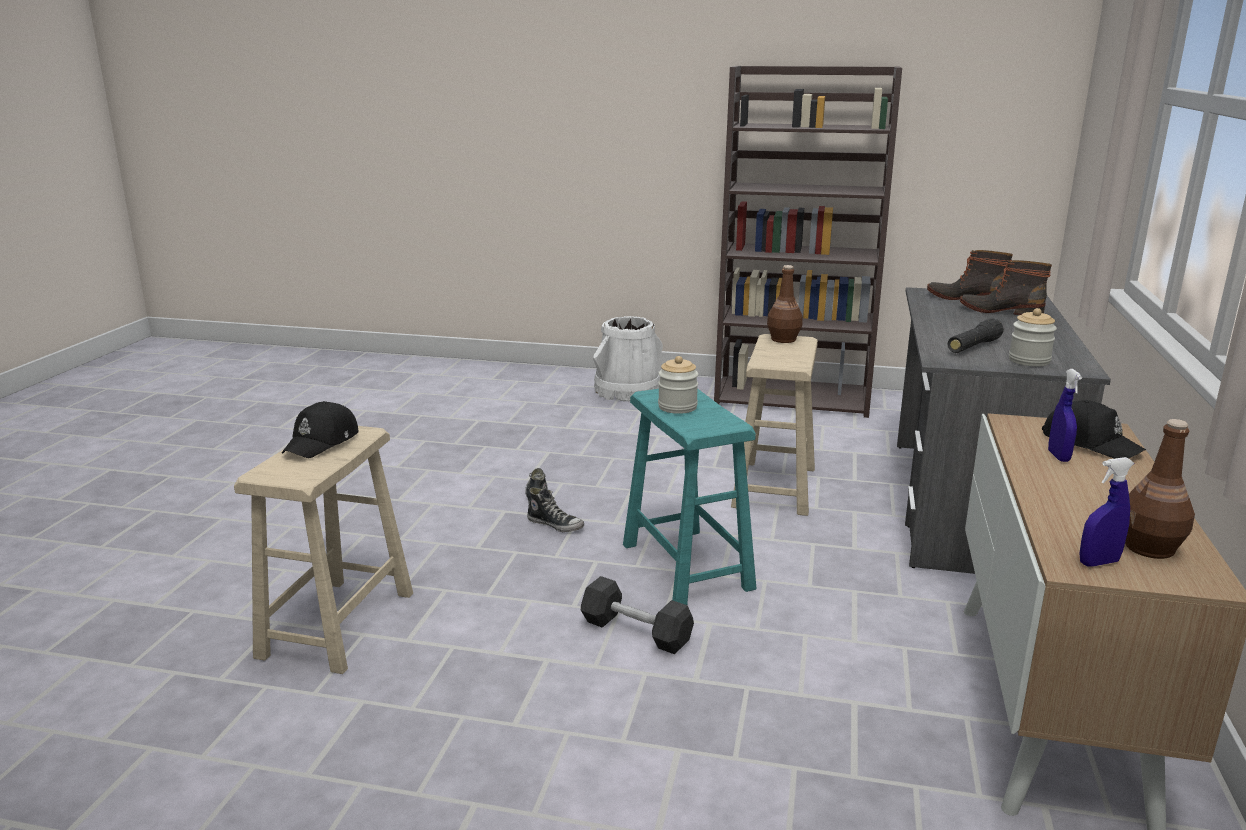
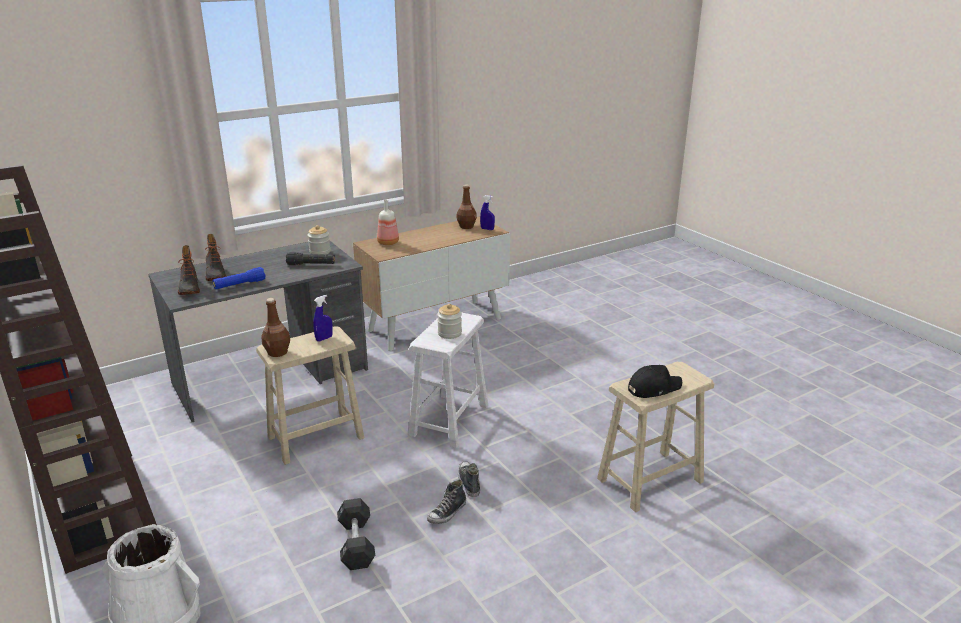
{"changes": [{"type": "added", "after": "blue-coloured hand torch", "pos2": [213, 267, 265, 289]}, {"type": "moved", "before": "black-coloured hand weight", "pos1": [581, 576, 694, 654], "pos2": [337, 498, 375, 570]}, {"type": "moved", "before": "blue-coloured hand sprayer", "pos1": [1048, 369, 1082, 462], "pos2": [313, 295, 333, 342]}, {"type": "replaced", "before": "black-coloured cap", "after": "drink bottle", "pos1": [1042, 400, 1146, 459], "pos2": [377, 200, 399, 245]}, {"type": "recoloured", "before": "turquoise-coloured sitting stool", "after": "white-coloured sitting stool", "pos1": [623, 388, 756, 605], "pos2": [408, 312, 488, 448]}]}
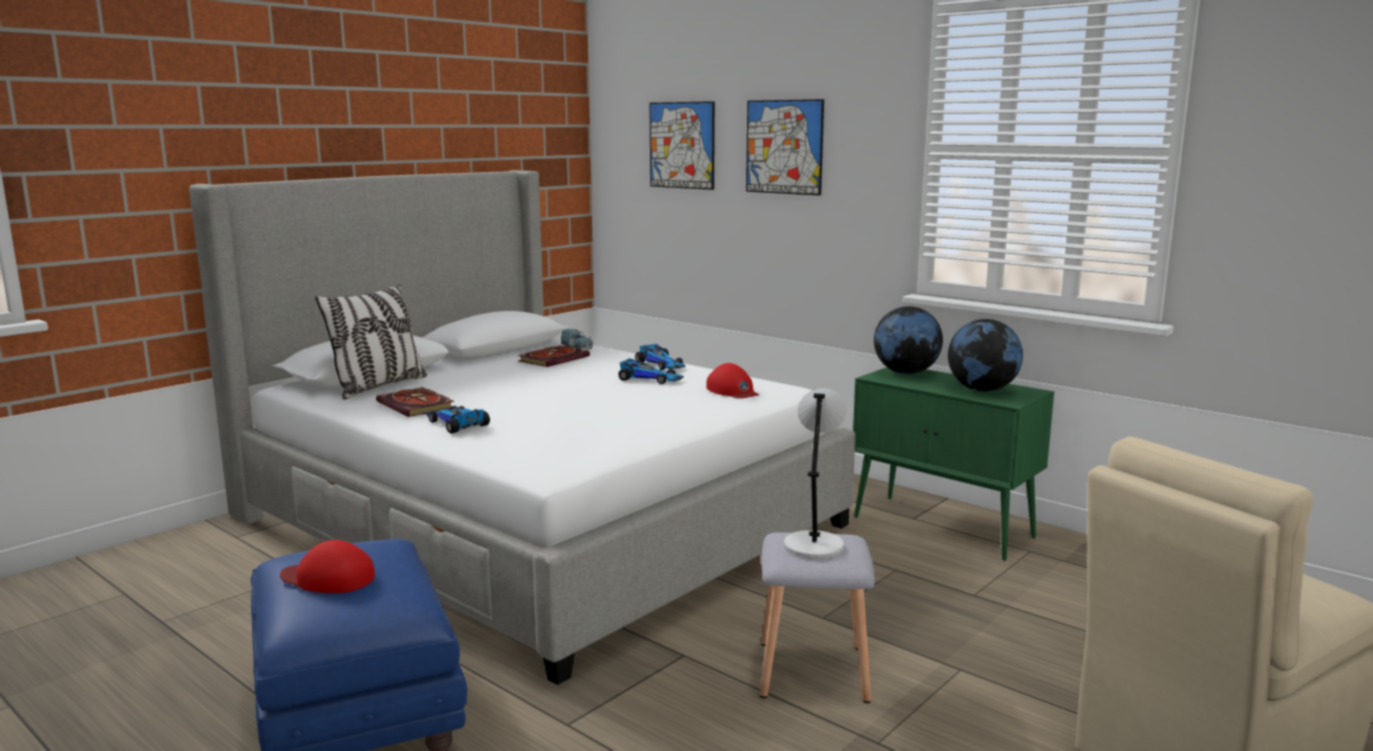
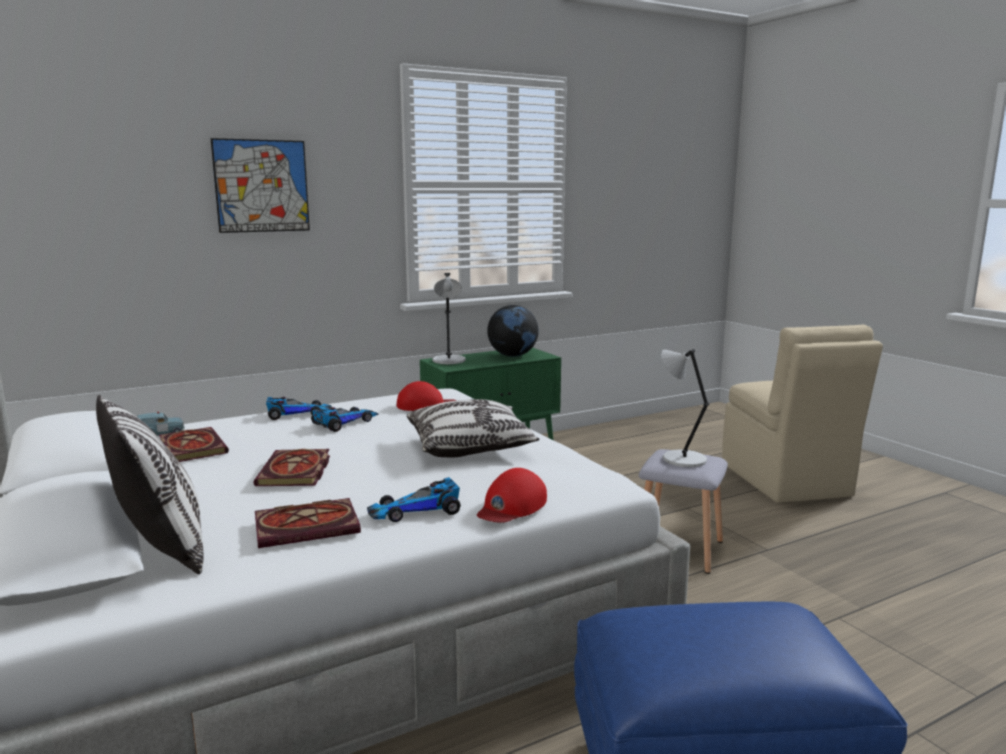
{"changes": [{"type": "removed", "before": "picture", "pos1": [649, 101, 715, 190]}, {"type": "added", "after": "volume", "pos2": [253, 449, 330, 486]}, {"type": "added", "after": "pillow", "pos2": [407, 399, 539, 458]}, {"type": "moved", "before": "red-coloured cap", "pos1": [280, 540, 375, 593], "pos2": [477, 468, 547, 523]}, {"type": "replaced", "before": "world globe", "after": "greyish tabletop lamp", "pos1": [874, 306, 943, 374], "pos2": [432, 273, 466, 364]}]}
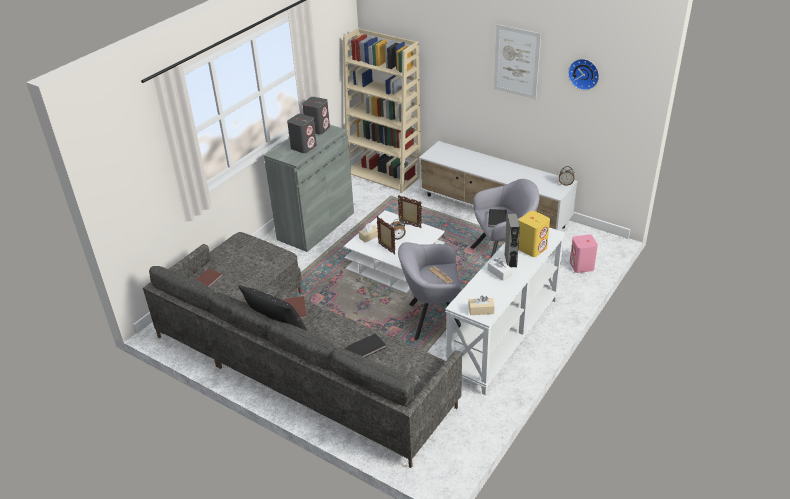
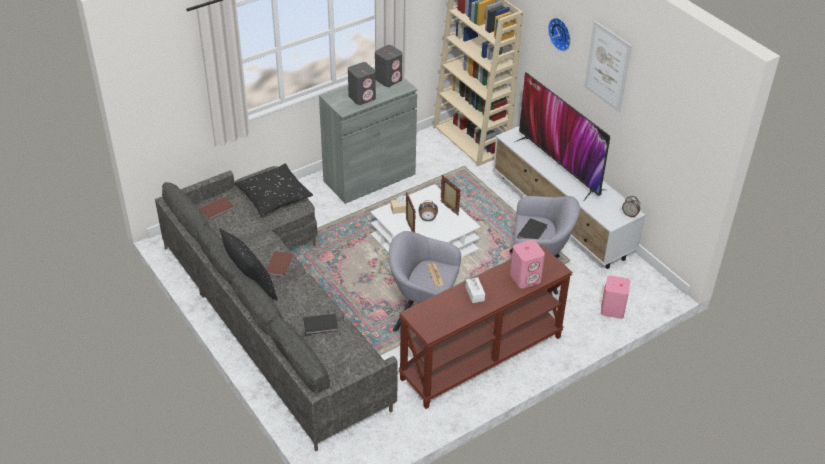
{"changes": [{"type": "removed", "before": "beige tissue holder", "pos1": [469, 295, 495, 315]}, {"type": "removed", "before": "greyish speaker", "pos1": [504, 213, 520, 268]}, {"type": "added", "after": "black-coloured pillow", "pos2": [234, 163, 313, 216]}, {"type": "added", "after": "television", "pos2": [513, 72, 610, 201]}, {"type": "moved", "before": "hanging clock", "pos1": [568, 59, 599, 90], "pos2": [548, 18, 571, 51]}, {"type": "recoloured", "before": "white-coloured console table", "after": "brown-coloured console table", "pos1": [445, 227, 565, 395], "pos2": [398, 244, 572, 409]}, {"type": "recoloured", "before": "yellowish speaker", "after": "pinkish speaker", "pos1": [518, 211, 550, 257], "pos2": [510, 240, 545, 289]}]}
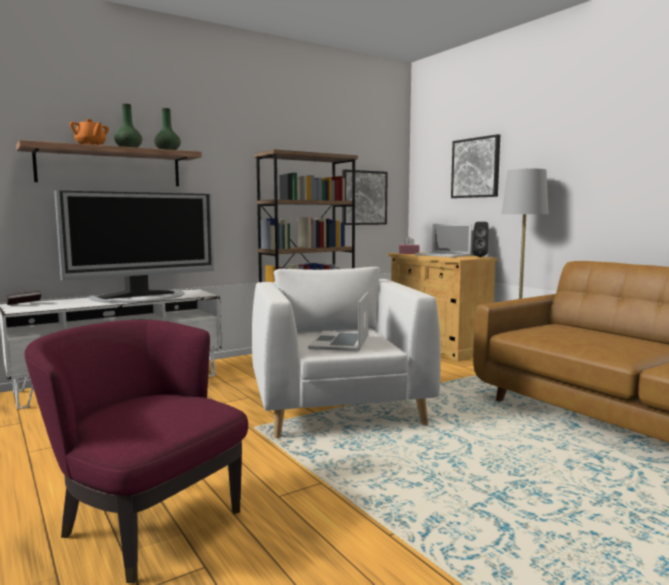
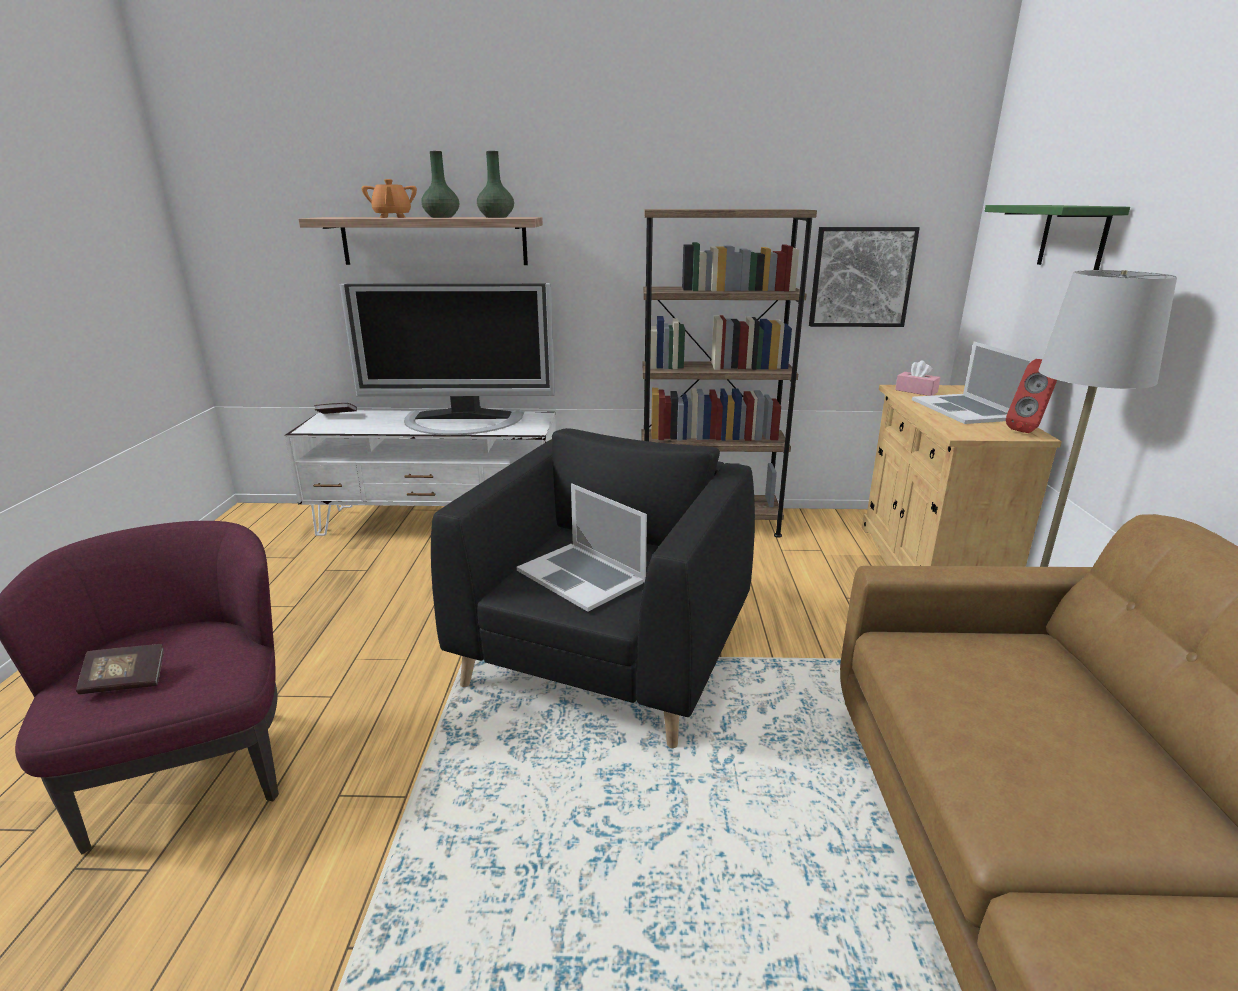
{"changes": [{"type": "added", "after": "volume", "pos2": [76, 644, 164, 694]}, {"type": "replaced", "before": "picture", "after": "greenish wall shelf", "pos1": [451, 134, 500, 198], "pos2": [985, 205, 1130, 270]}, {"type": "recoloured", "before": "white-coloured lounge chair", "after": "black-coloured lounge chair", "pos1": [252, 267, 441, 438], "pos2": [431, 428, 755, 748]}, {"type": "recoloured", "before": "black-coloured speaker", "after": "red-coloured speaker", "pos1": [472, 222, 489, 257], "pos2": [1006, 359, 1057, 433]}, {"type": "turned", "before": "notebook computer", "pos1": [308, 292, 369, 351], "pos2": [517, 483, 647, 612], "turn": -90}]}
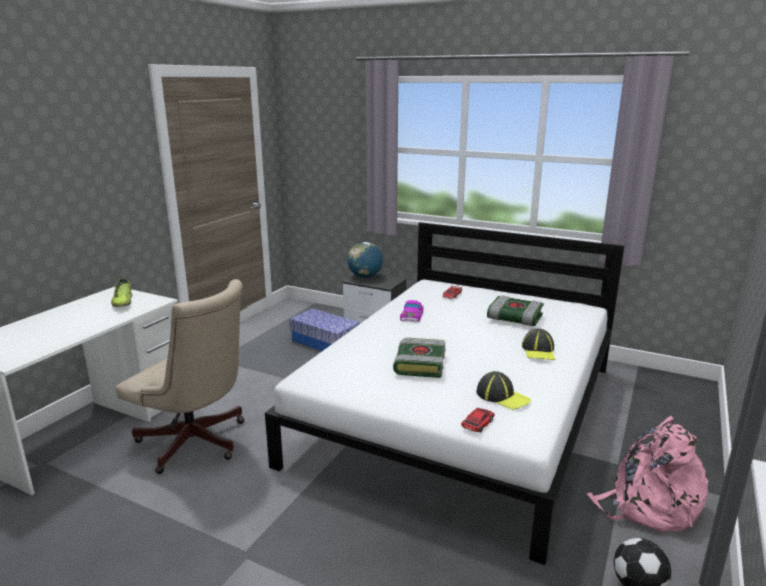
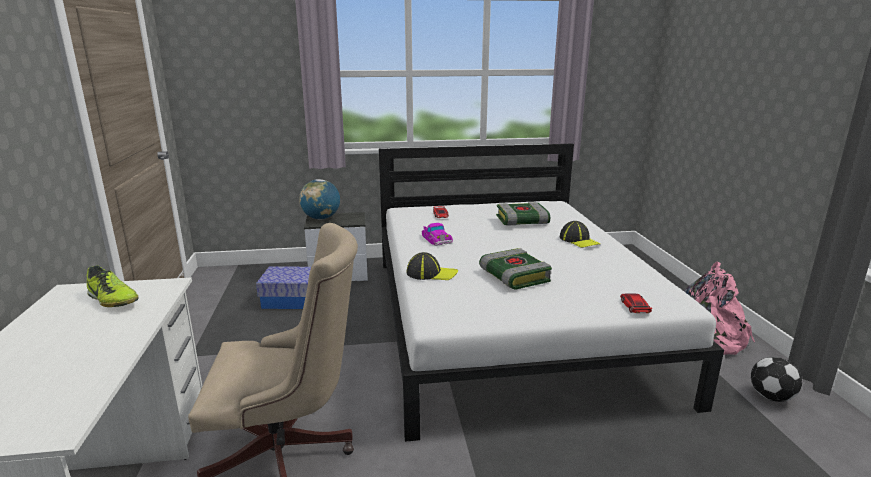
{"changes": [{"type": "moved", "before": "cap", "pos1": [476, 371, 531, 410], "pos2": [406, 252, 458, 280]}]}
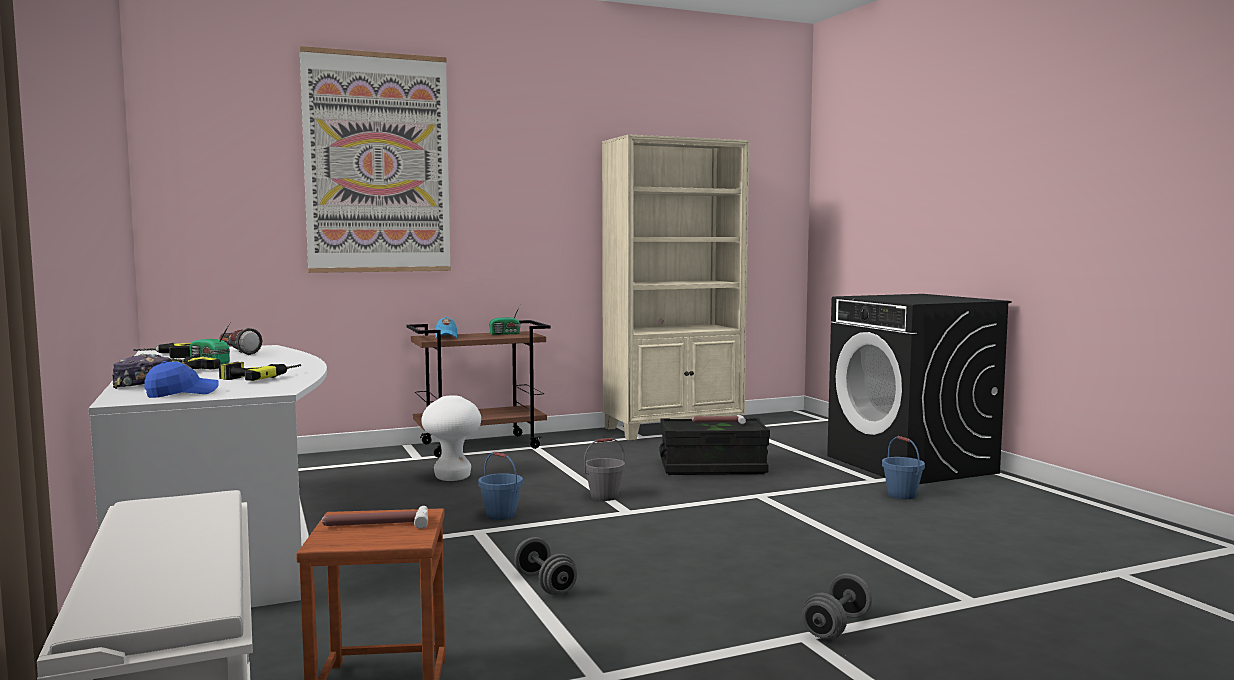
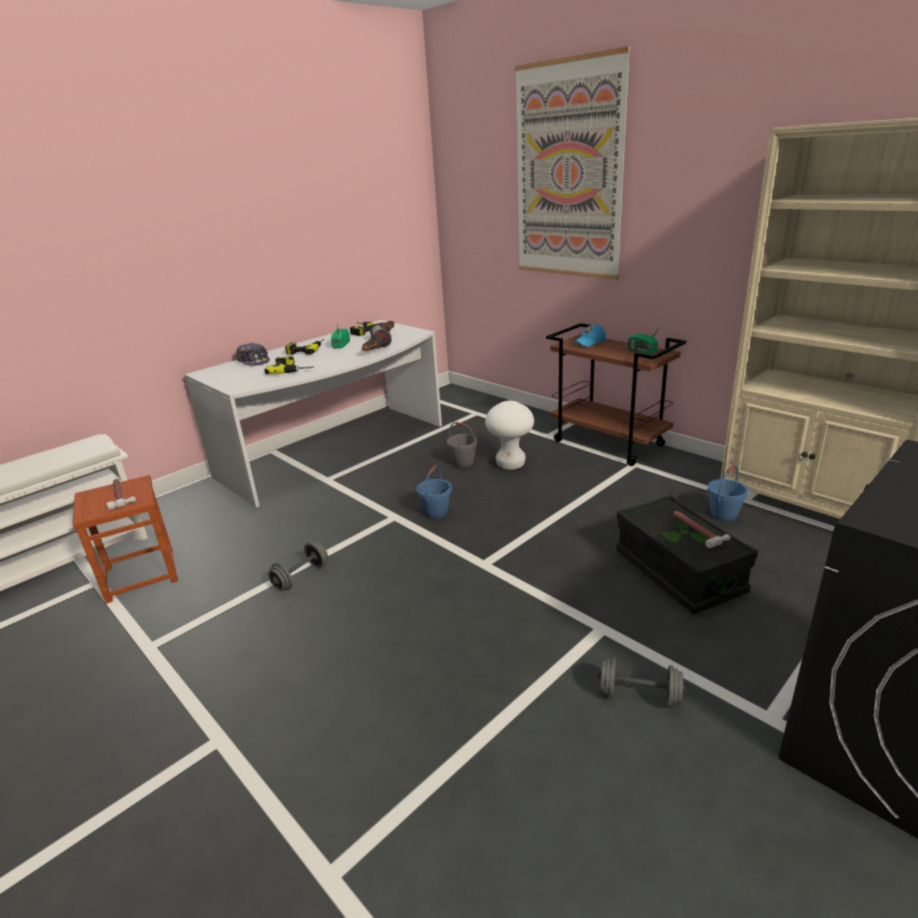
{"changes": [{"type": "removed", "before": "blue-coloured cap", "pos1": [144, 361, 219, 398]}, {"type": "added", "after": "hand torch", "pos2": [362, 329, 392, 351]}, {"type": "moved", "before": "greyish pail", "pos1": [584, 438, 625, 501], "pos2": [447, 422, 478, 468]}, {"type": "moved", "before": "greyish hand weight", "pos1": [802, 573, 872, 639], "pos2": [598, 657, 686, 708]}, {"type": "moved", "before": "blue-coloured pail", "pos1": [882, 436, 925, 499], "pos2": [707, 465, 748, 522]}]}
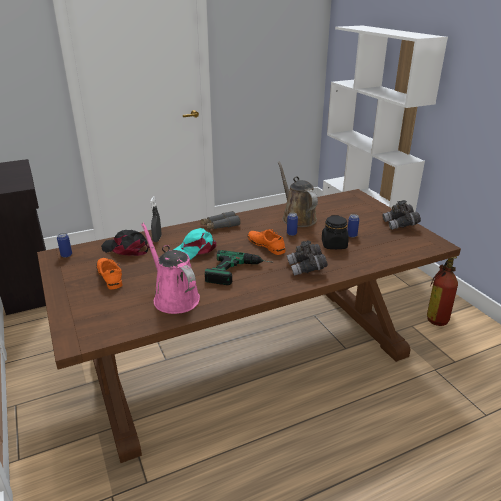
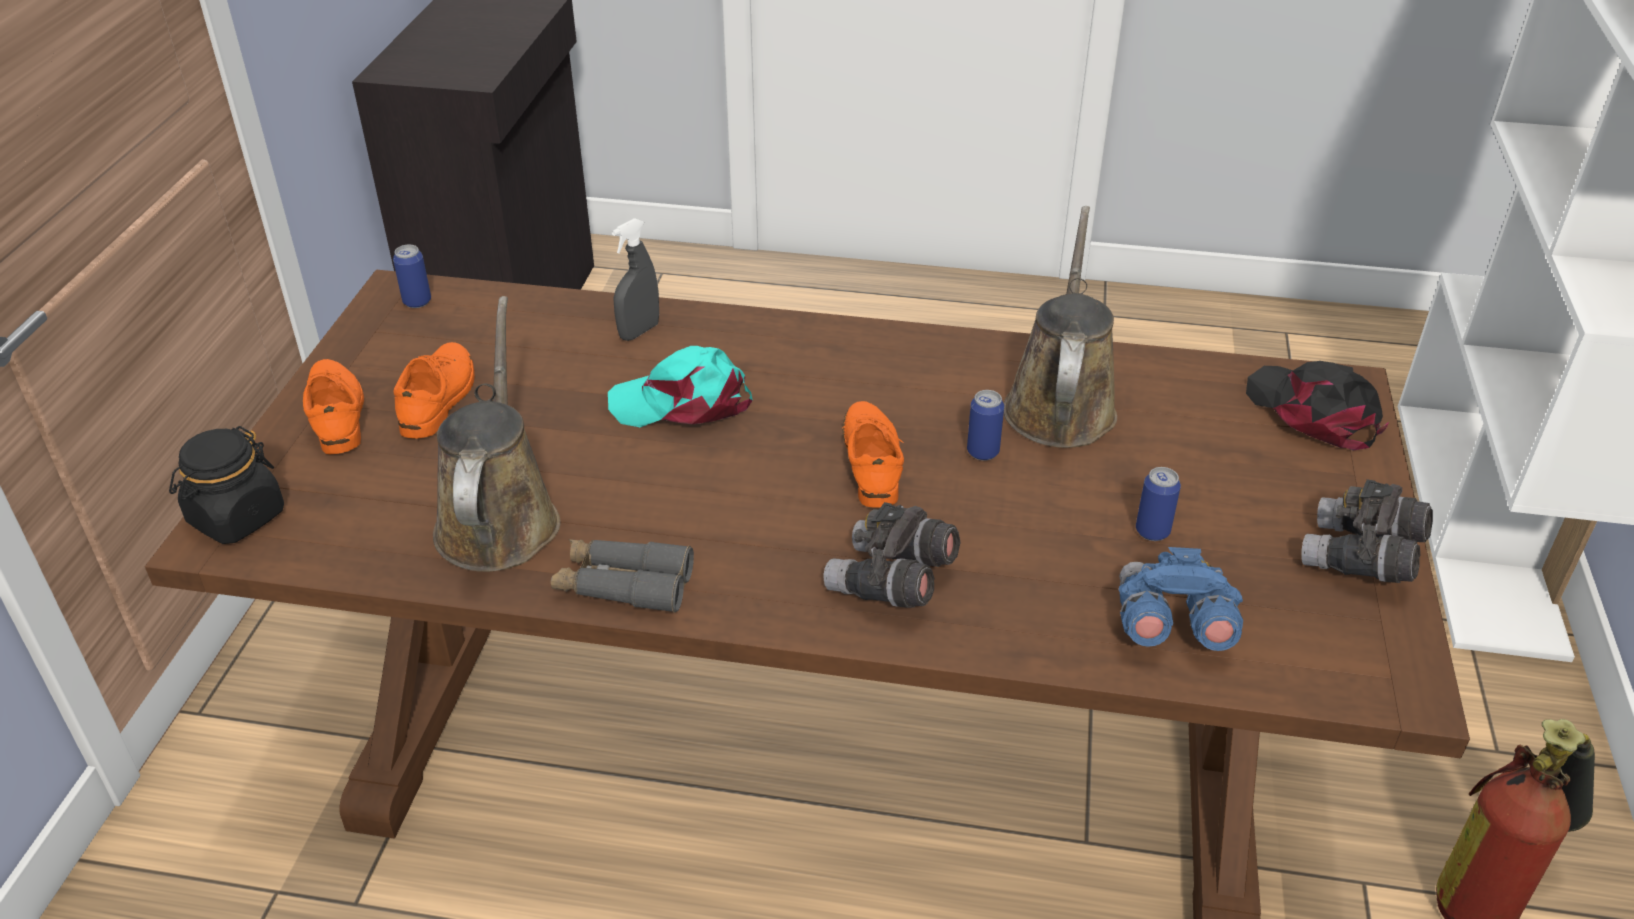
{"changes": [{"type": "removed", "before": "electric drill", "pos1": [205, 250, 273, 285]}, {"type": "added", "after": "orange-coloured low shoe", "pos2": [303, 359, 364, 454]}, {"type": "added", "after": "blue-coloured field glasses", "pos2": [1119, 547, 1243, 651]}, {"type": "moved", "before": "black-coloured cap", "pos1": [101, 230, 150, 256], "pos2": [1246, 361, 1389, 451]}, {"type": "moved", "before": "greyish field glasses", "pos1": [201, 211, 241, 230], "pos2": [551, 539, 694, 613]}, {"type": "moved", "before": "black-coloured preserve jar", "pos1": [322, 215, 349, 249], "pos2": [169, 426, 284, 544]}, {"type": "recoloured", "before": "pinkish watering pot", "after": "brown-coloured watering pot", "pos1": [141, 223, 200, 314], "pos2": [433, 296, 561, 572]}]}
